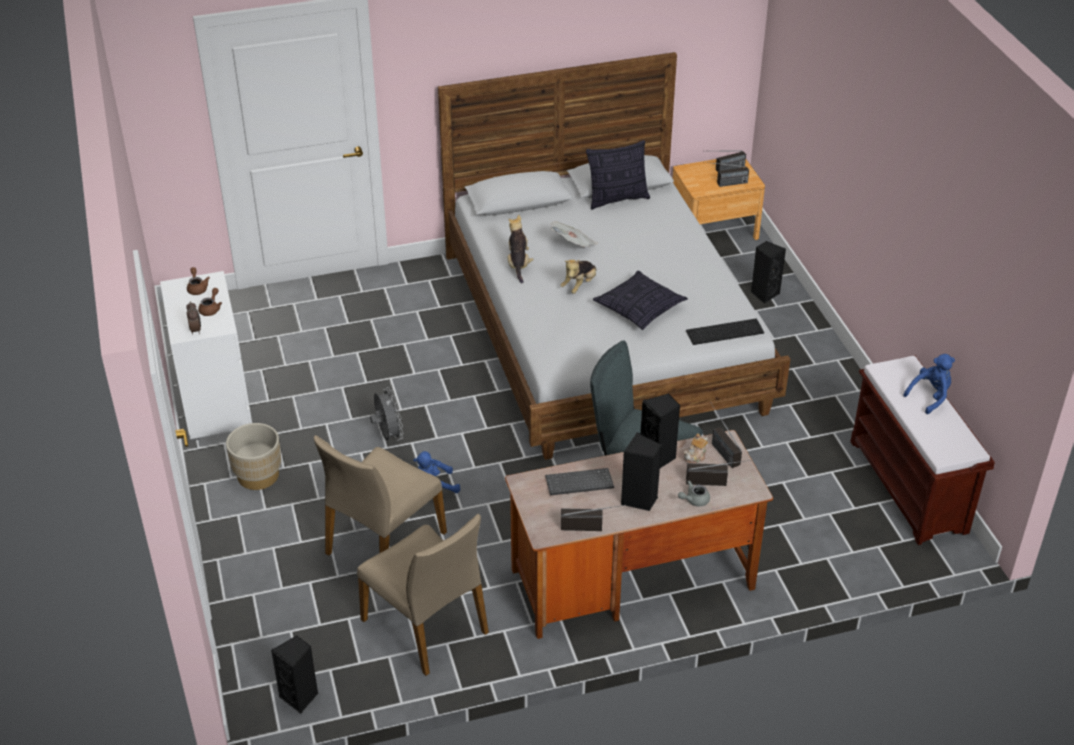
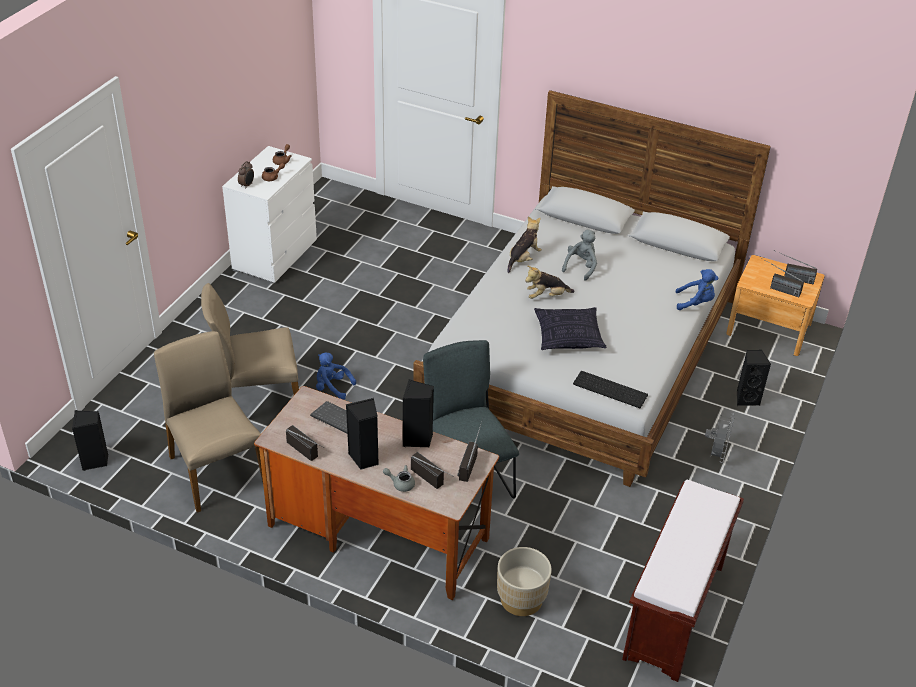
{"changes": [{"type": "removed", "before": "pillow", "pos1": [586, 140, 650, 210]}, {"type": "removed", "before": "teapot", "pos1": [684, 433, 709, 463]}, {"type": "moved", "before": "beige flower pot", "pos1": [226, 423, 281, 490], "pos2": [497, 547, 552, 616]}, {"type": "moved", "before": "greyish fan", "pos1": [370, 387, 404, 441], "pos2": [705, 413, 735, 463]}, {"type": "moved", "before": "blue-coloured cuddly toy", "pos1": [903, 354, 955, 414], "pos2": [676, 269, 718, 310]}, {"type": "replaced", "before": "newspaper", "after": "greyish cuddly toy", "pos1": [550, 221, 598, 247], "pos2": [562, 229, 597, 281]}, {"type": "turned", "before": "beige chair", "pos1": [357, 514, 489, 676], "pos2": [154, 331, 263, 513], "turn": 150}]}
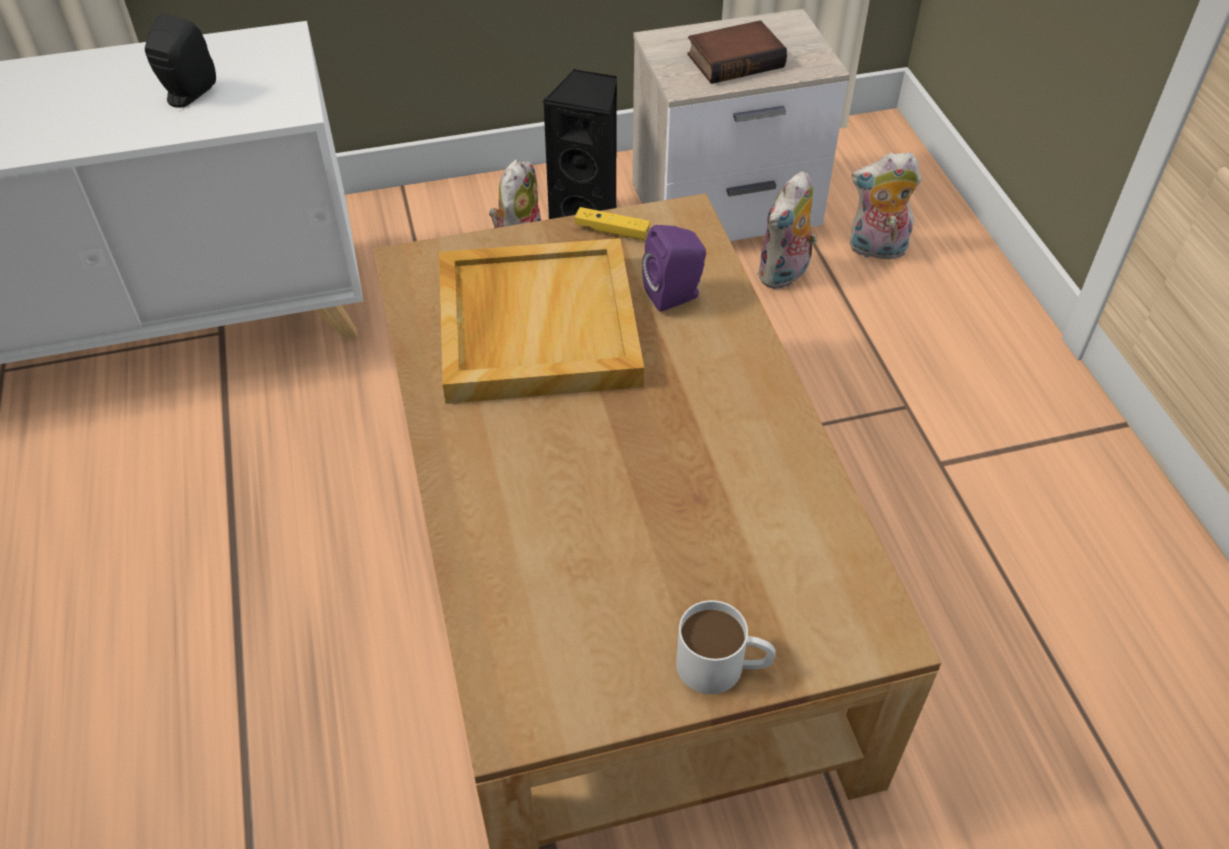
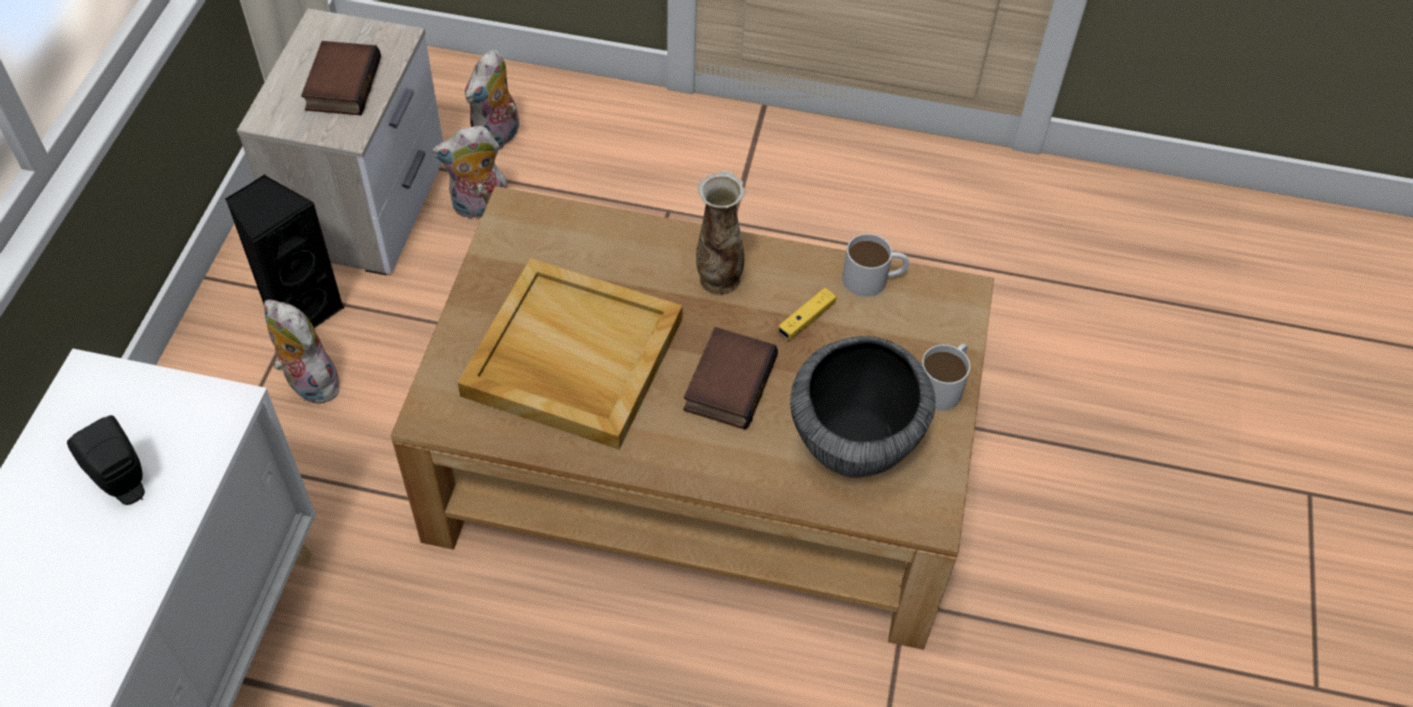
{"changes": [{"type": "removed", "before": "purple speaker", "pos1": [642, 225, 706, 311]}, {"type": "added", "after": "volume", "pos2": [683, 327, 778, 430]}, {"type": "added", "after": "vase", "pos2": [696, 171, 745, 295]}, {"type": "added", "after": "deep dish", "pos2": [790, 336, 935, 478]}, {"type": "added", "after": "white-coloured mug", "pos2": [842, 234, 909, 297]}, {"type": "moved", "before": "yellowish game controller", "pos1": [575, 207, 650, 240], "pos2": [778, 288, 836, 340]}, {"type": "turned", "before": "cuddly toy", "pos1": [757, 171, 817, 289], "pos2": [432, 126, 507, 219], "turn": 105}]}
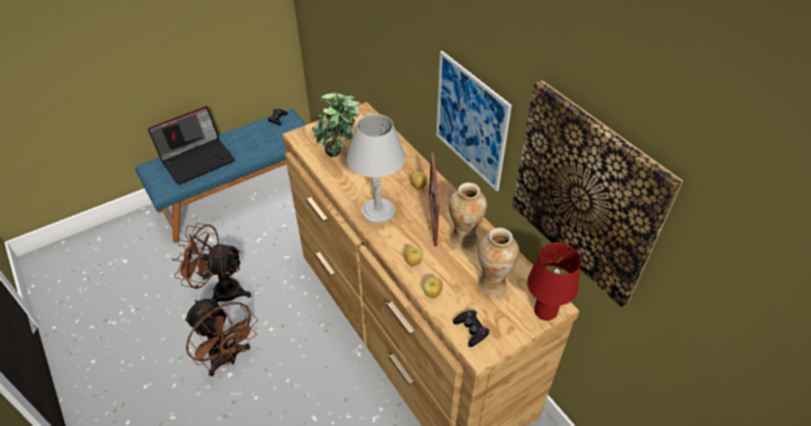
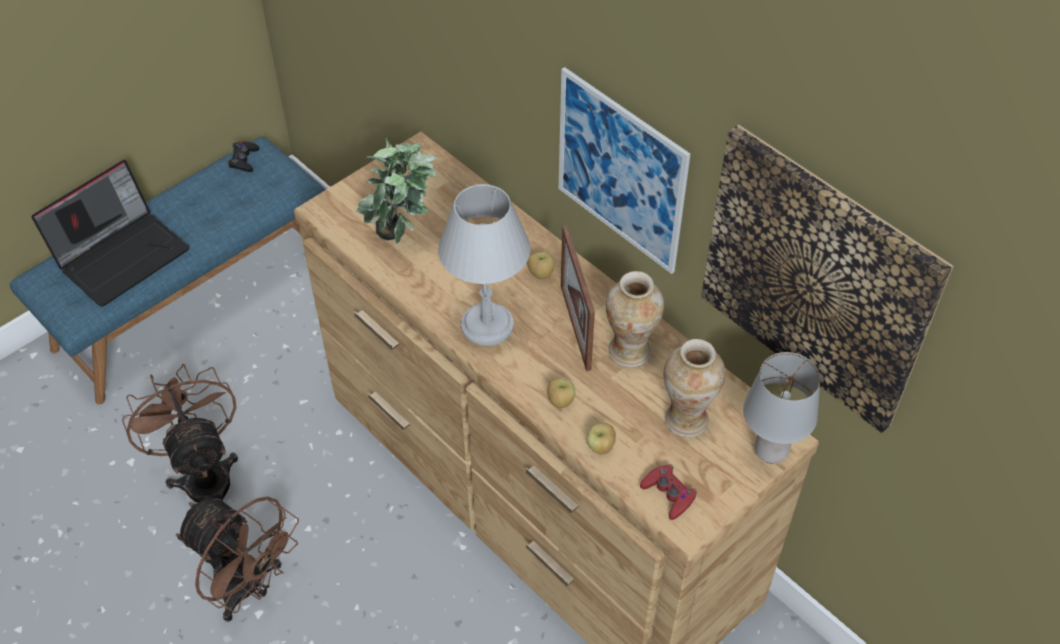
{"changes": [{"type": "recoloured", "before": "black-coloured game controller", "after": "red-coloured game controller", "pos1": [453, 310, 490, 347], "pos2": [640, 464, 697, 520]}, {"type": "recoloured", "before": "red-coloured tabletop lamp", "after": "greyish tabletop lamp", "pos1": [527, 242, 581, 321], "pos2": [743, 352, 821, 464]}, {"type": "turned", "before": "brown-coloured fan", "pos1": [172, 223, 251, 302], "pos2": [122, 364, 238, 503], "turn": 60}]}
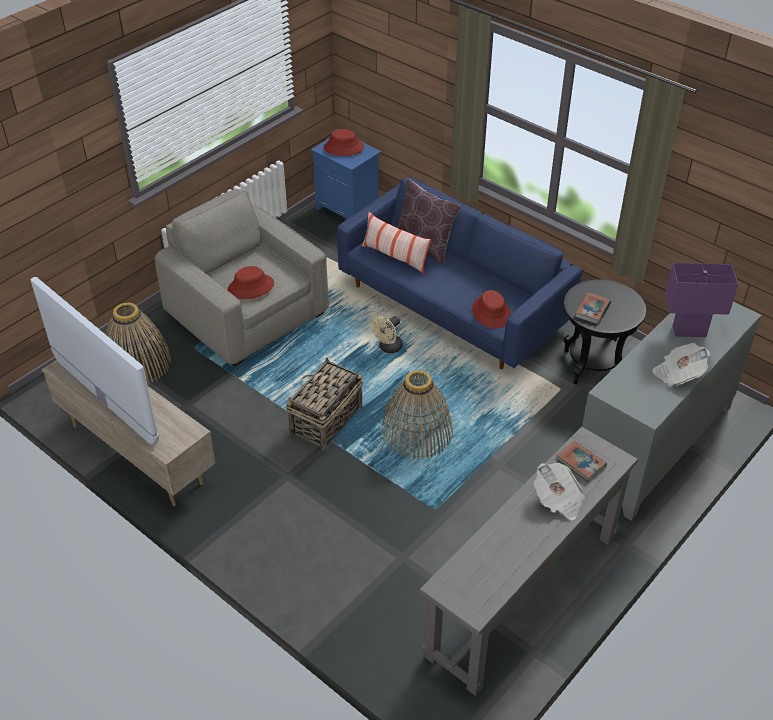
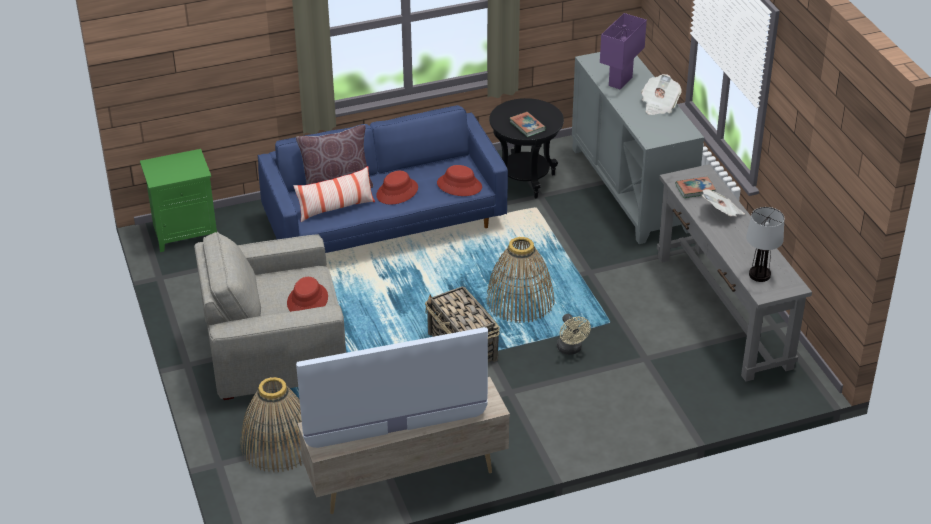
{"changes": [{"type": "added", "after": "tabletop lamp", "pos2": [746, 207, 784, 282]}, {"type": "moved", "before": "red-coloured clothing hat", "pos1": [324, 129, 364, 156], "pos2": [376, 171, 418, 205]}, {"type": "moved", "before": "beige fan", "pos1": [371, 316, 403, 353], "pos2": [557, 314, 591, 355]}, {"type": "recoloured", "before": "blue-coloured night table", "after": "greenish night table", "pos1": [311, 138, 381, 219], "pos2": [140, 149, 217, 252]}]}
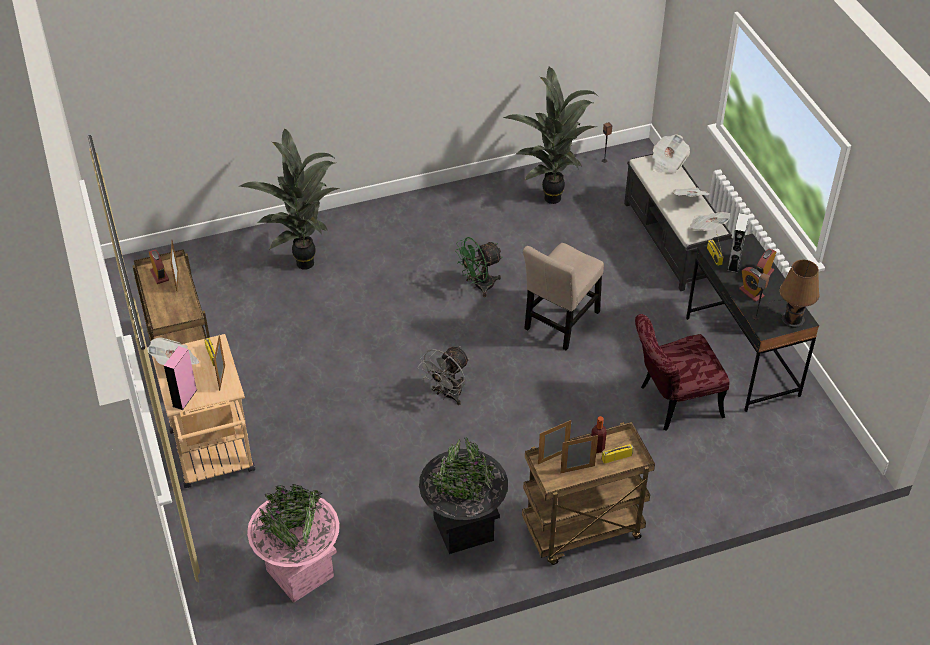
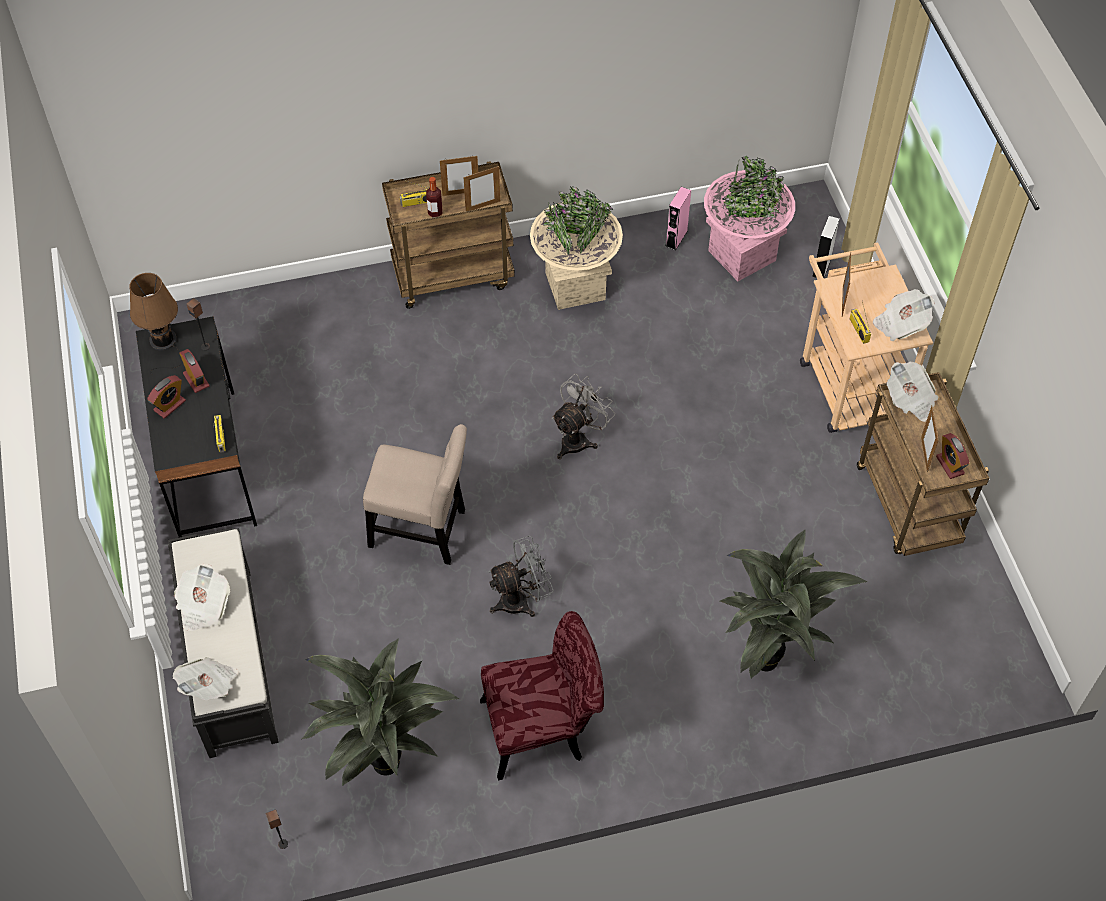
{"changes": [{"type": "moved", "before": "pinkish speaker", "pos1": [164, 346, 197, 410], "pos2": [665, 187, 691, 250]}, {"type": "moved", "before": "red-coloured chair", "pos1": [635, 314, 730, 431], "pos2": [480, 611, 604, 780]}, {"type": "moved", "before": "newspaper", "pos1": [688, 212, 730, 231], "pos2": [887, 362, 939, 422]}, {"type": "moved", "before": "greyish speaker", "pos1": [727, 213, 749, 273], "pos2": [812, 216, 840, 278]}, {"type": "recoloured", "before": "black-coloured flower pot", "after": "beige flower pot", "pos1": [419, 437, 508, 554], "pos2": [530, 187, 623, 310]}, {"type": "recoloured", "before": "greenish fan", "after": "greyish fan", "pos1": [455, 237, 503, 297], "pos2": [488, 536, 554, 617]}, {"type": "turned", "before": "beige chair", "pos1": [523, 243, 604, 350], "pos2": [363, 424, 467, 565], "turn": 60}]}
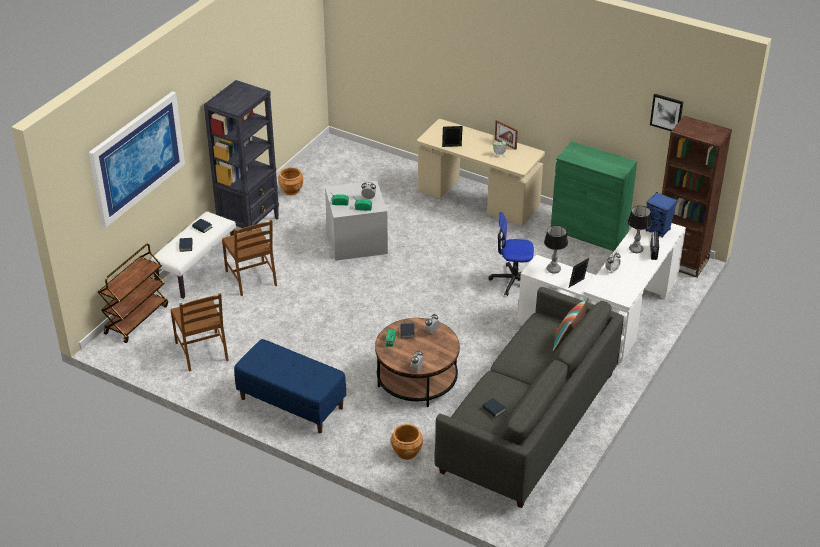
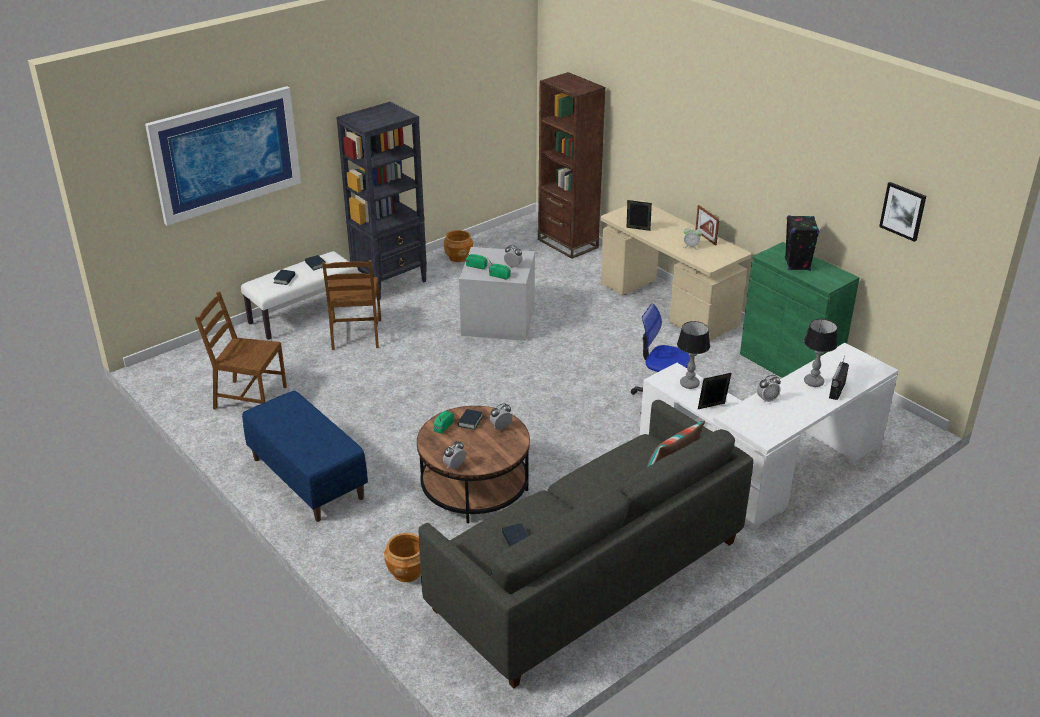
{"changes": [{"type": "removed", "before": "brown-coloured wheeled cart", "pos1": [98, 244, 168, 343]}, {"type": "removed", "before": "blue-coloured speaker", "pos1": [646, 192, 678, 238]}, {"type": "added", "after": "black-coloured speaker", "pos2": [785, 215, 820, 271]}, {"type": "moved", "before": "brown-coloured shelving unit", "pos1": [662, 116, 732, 278], "pos2": [538, 72, 606, 259]}, {"type": "turned", "before": "brown-coloured chair", "pos1": [170, 293, 229, 371], "pos2": [195, 291, 287, 410], "turn": 105}]}
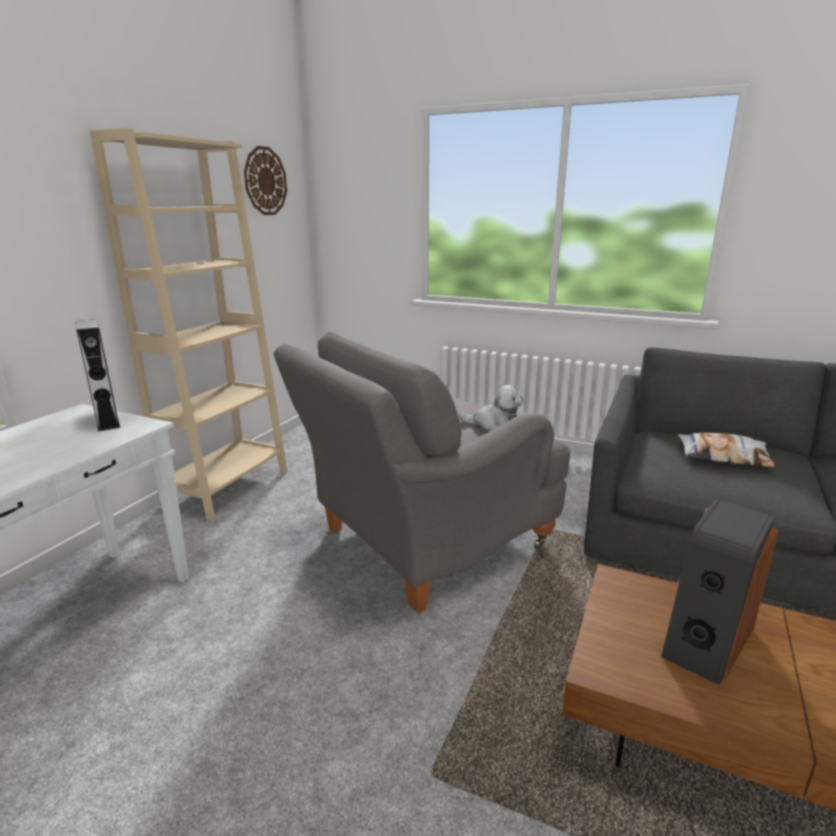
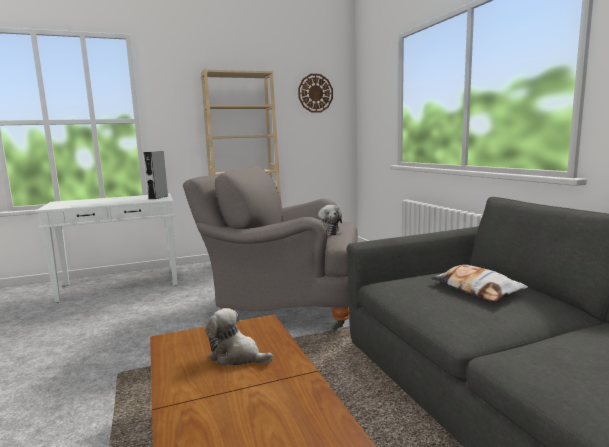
{"changes": [{"type": "replaced", "before": "speaker", "after": "cuddly toy", "pos1": [661, 499, 779, 685], "pos2": [205, 308, 273, 366]}]}
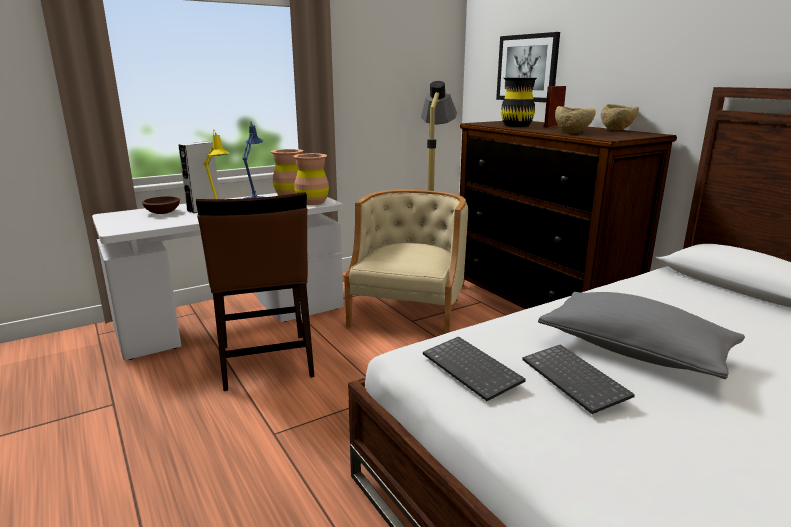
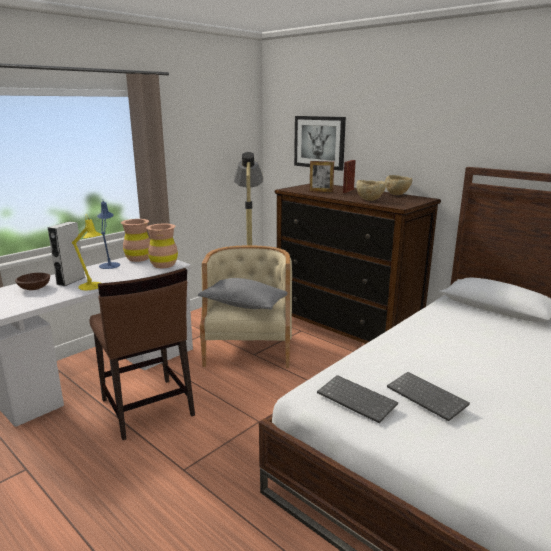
{"changes": [{"type": "moved", "before": "greyish pillow", "pos1": [538, 292, 745, 379], "pos2": [198, 278, 288, 310]}, {"type": "replaced", "before": "black-coloured vase", "after": "photo frame", "pos1": [501, 78, 537, 127], "pos2": [309, 161, 334, 192]}]}
